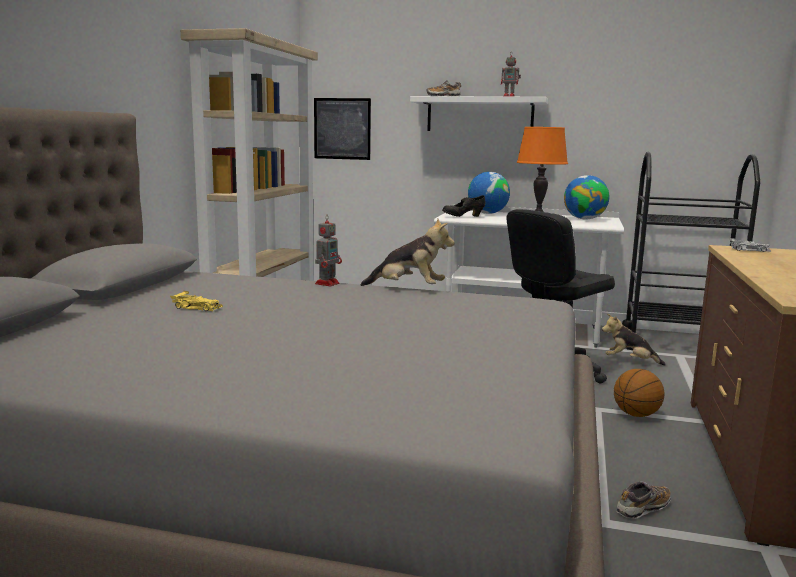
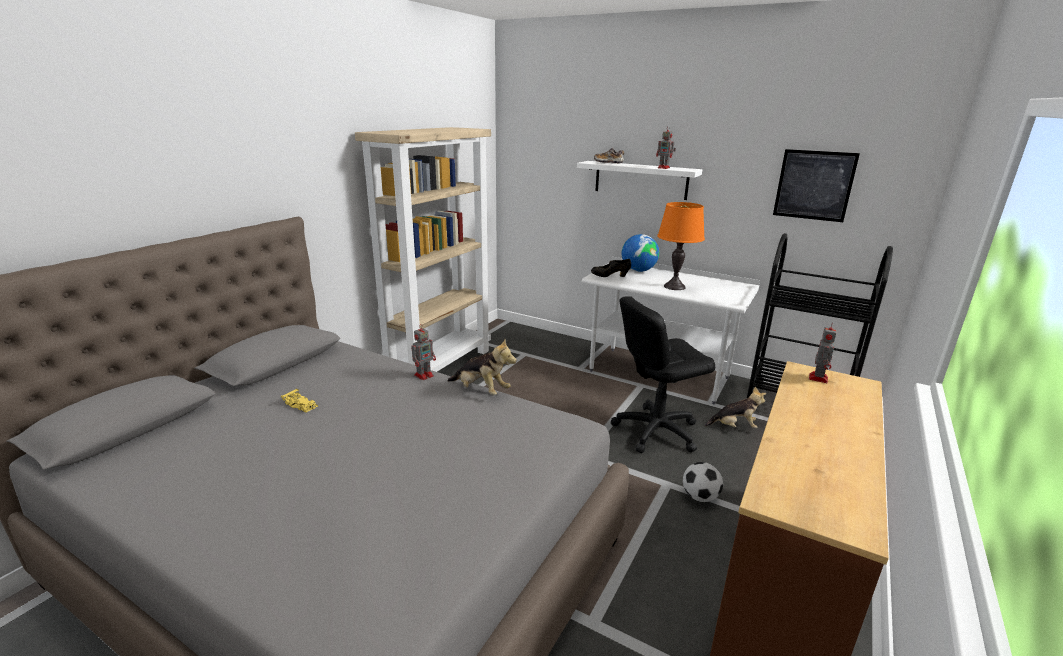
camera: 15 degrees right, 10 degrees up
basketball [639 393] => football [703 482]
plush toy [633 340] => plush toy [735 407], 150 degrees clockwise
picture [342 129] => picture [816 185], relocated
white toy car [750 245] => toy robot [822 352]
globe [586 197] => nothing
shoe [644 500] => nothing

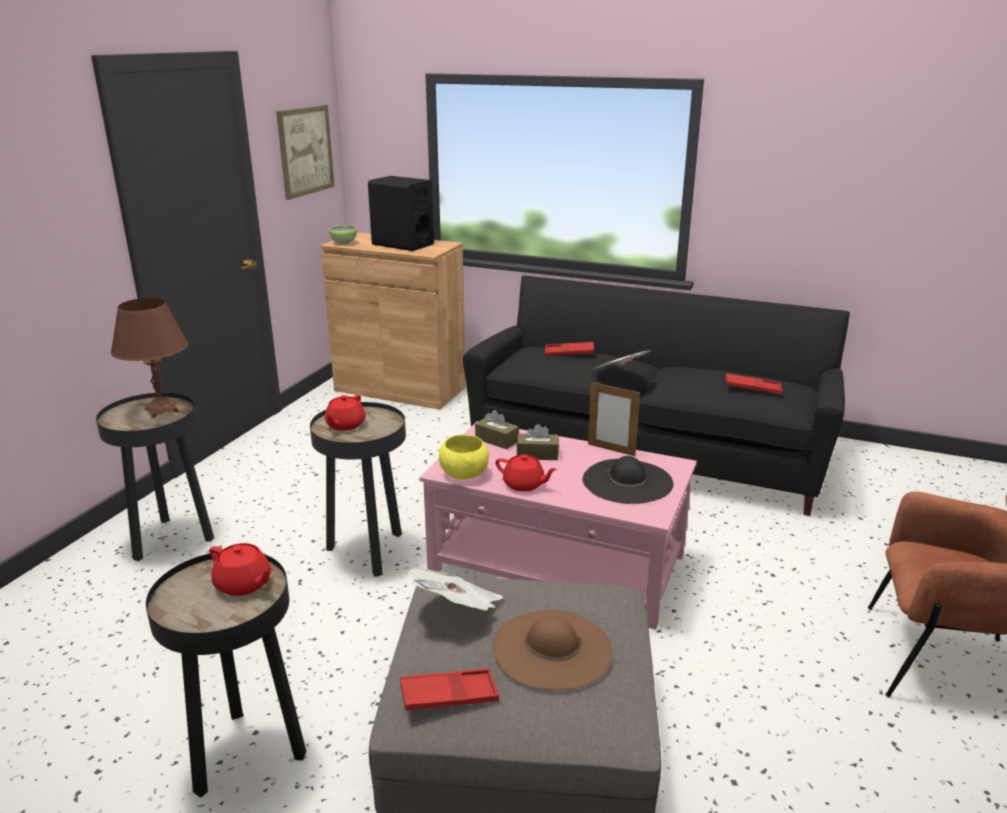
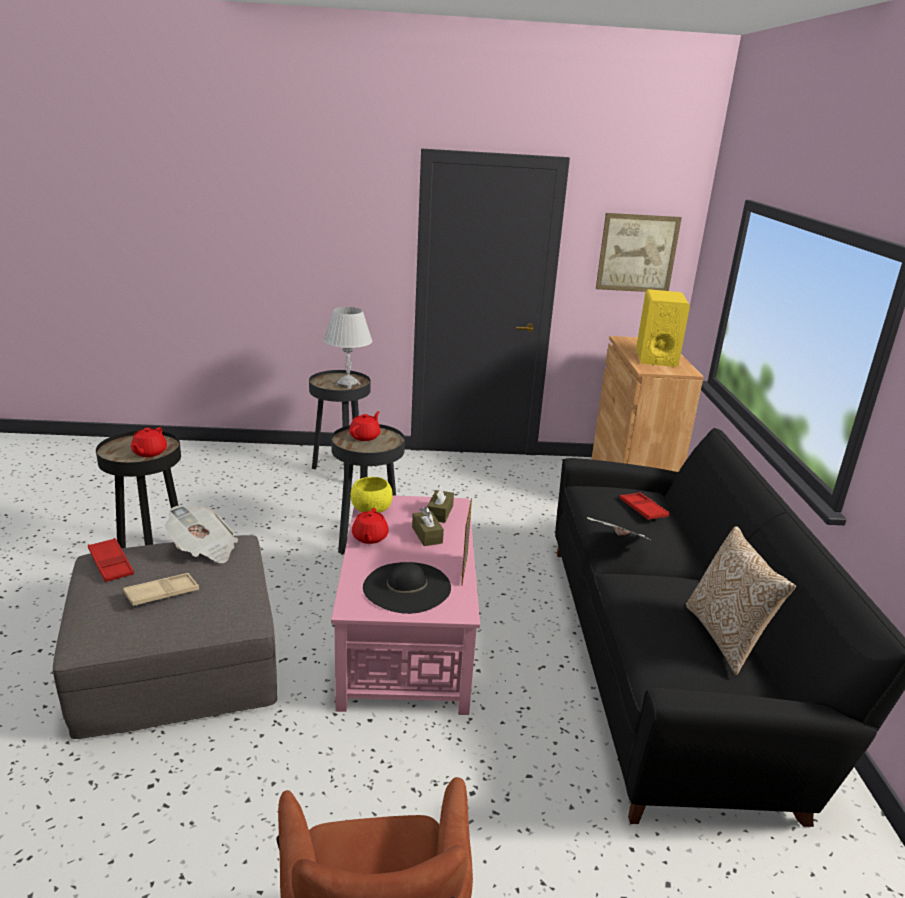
camera: 65 degrees right, 0 degrees up
brown hat [552 650] => beige tray [161 589]
brown table lamp [149 358] => white table lamp [348 348]
red teapot [345 412] => red teapot [364 426], 120 degrees clockwise
black speaker [401 213] => yellow speaker [663 328]
nothing => pillow [741 600]
green bowl [343 235] => nothing
red tray [754 383] => nothing

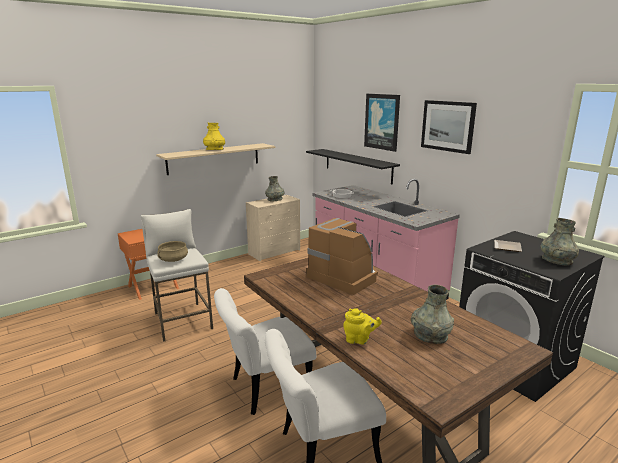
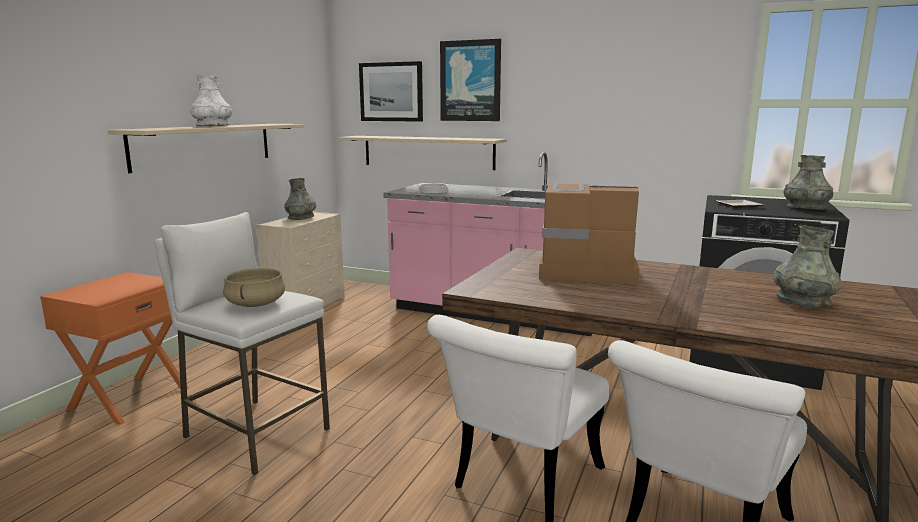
camera: 30 degrees left, 5 degrees down
yellow vase [214 136] => white vase [211 100]
black shelf [353 166] => beige shelf [422 153]
picture [449 127] => picture [391 91], relocated
yellow teapot [362 326] => nothing

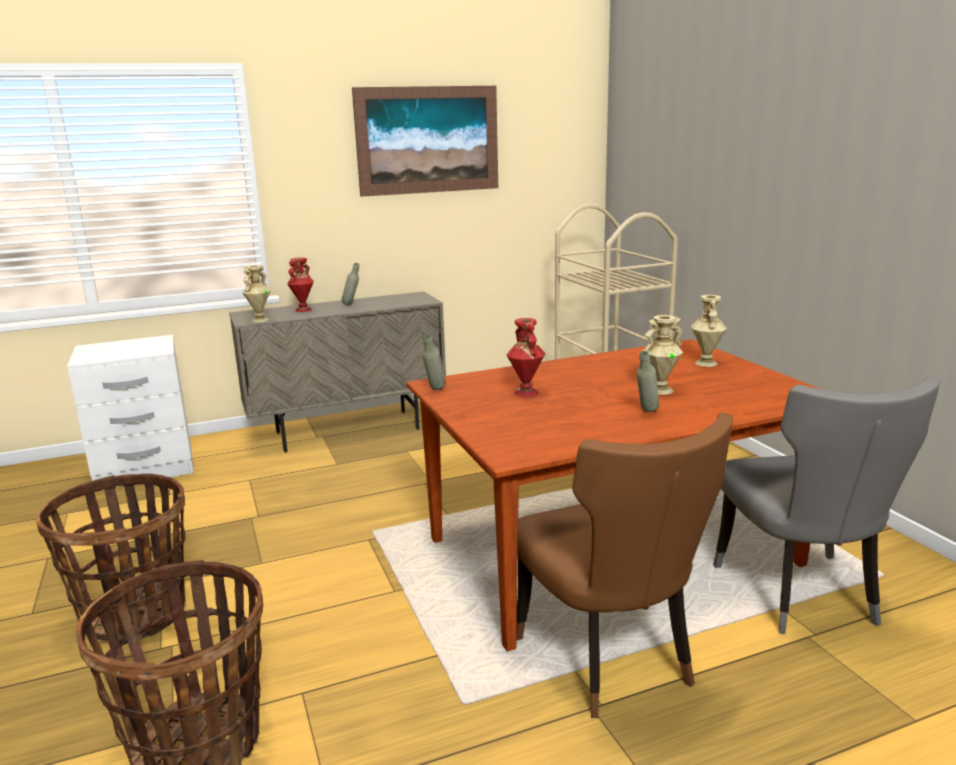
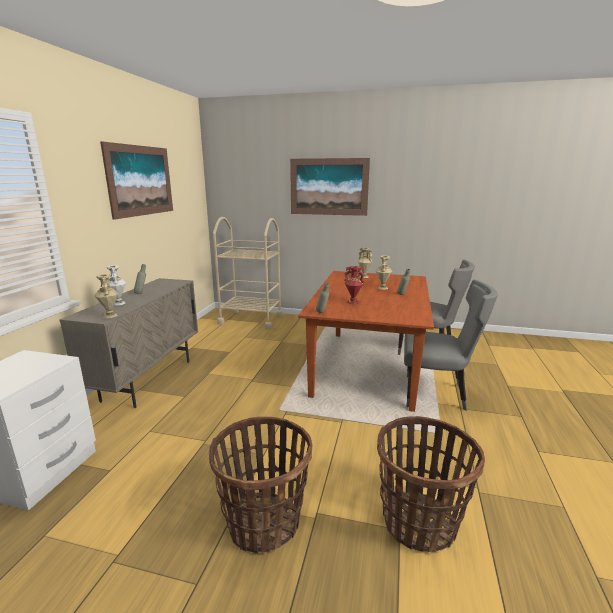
camera: 55 degrees left, 0 degrees up
red vase [300 284] => white vase [116 285]
nothing => picture [330 187]
brown chair [624 565] => grey chair [451 345]

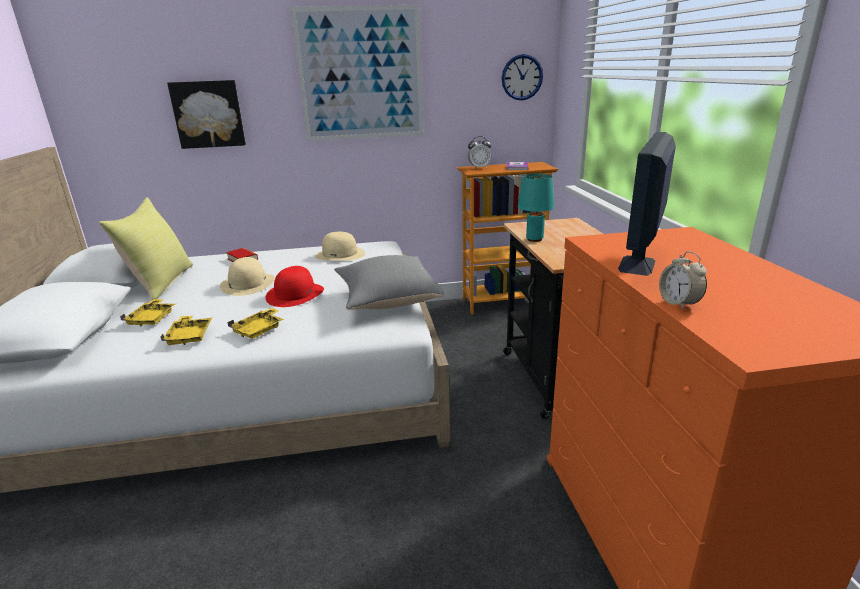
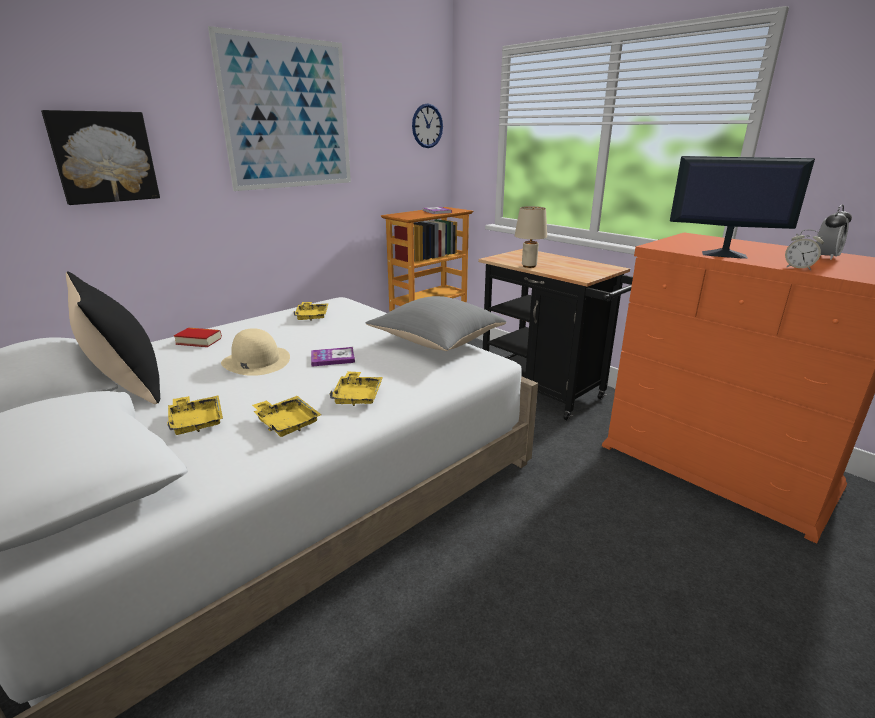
camera: 35 degrees left, 0 degrees up
yellow pillow [146 248] => black pillow [113 338]
beige hat [340 246] => yellow tray [311 311]
red hat [295 286] => book [333 357]
turquoise table lamp [536 207] => beige table lamp [531 237]
monitor [647 204] => monitor [742 207], 120 degrees clockwise
alarm clock [479 152] => alarm clock [834 232], relocated

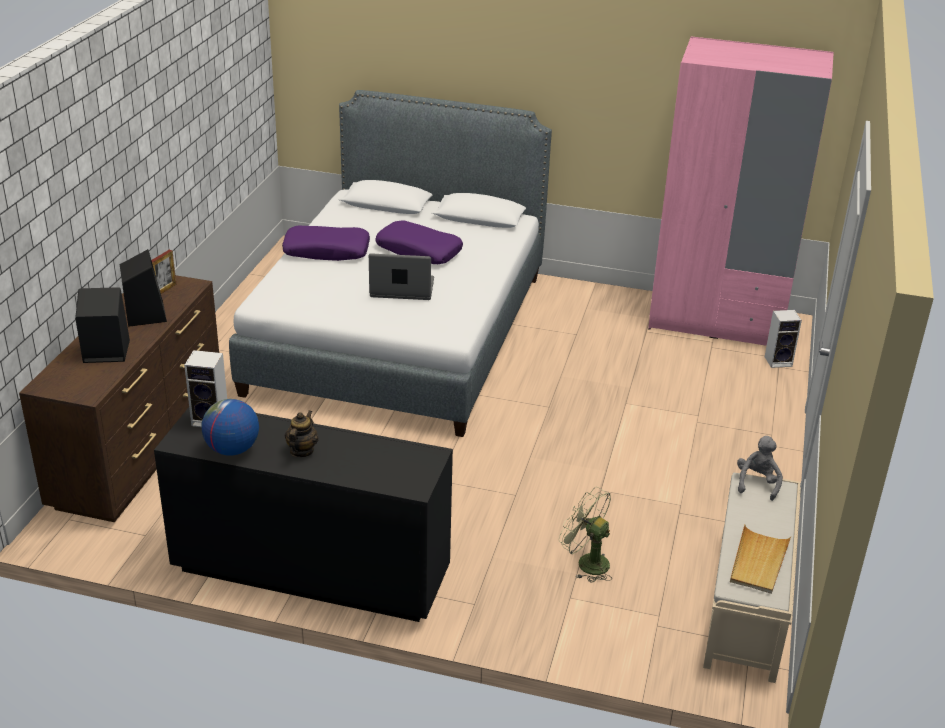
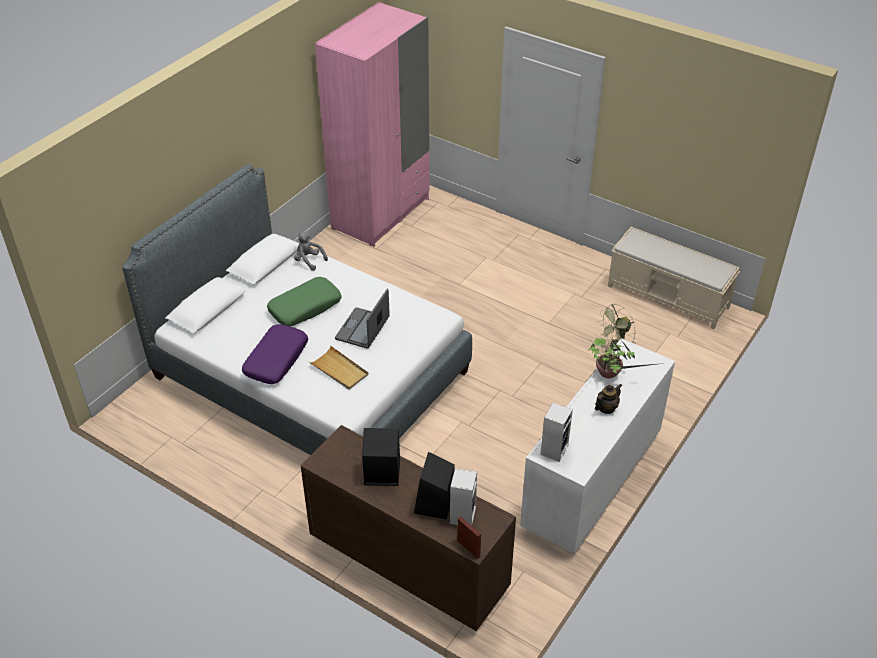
camera: 70 degrees left, 10 degrees up
purple pillow [419 242] => green pillow [304 301]
grey plush toy [760 468] => grey plush toy [311 251], relocated
beige tray [760 559] => beige tray [339 368], relocated
speaker [783 339] => speaker [463 497], relocated
picture frame [163 272] => picture frame [469 537], relocated
black dresser [303 514] => white dresser [597 446]
nothing => potted plant [625 358]
teapot [302 433] => teapot [608 399], 105 degrees clockwise
globe [230 427] => nothing

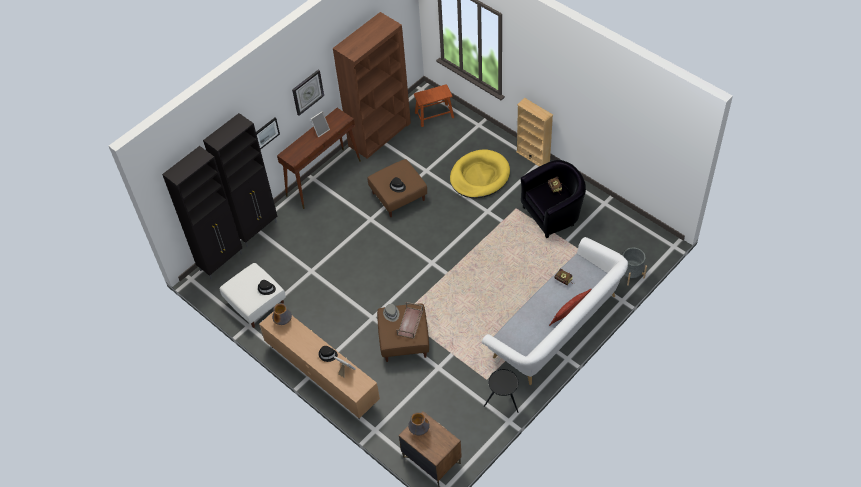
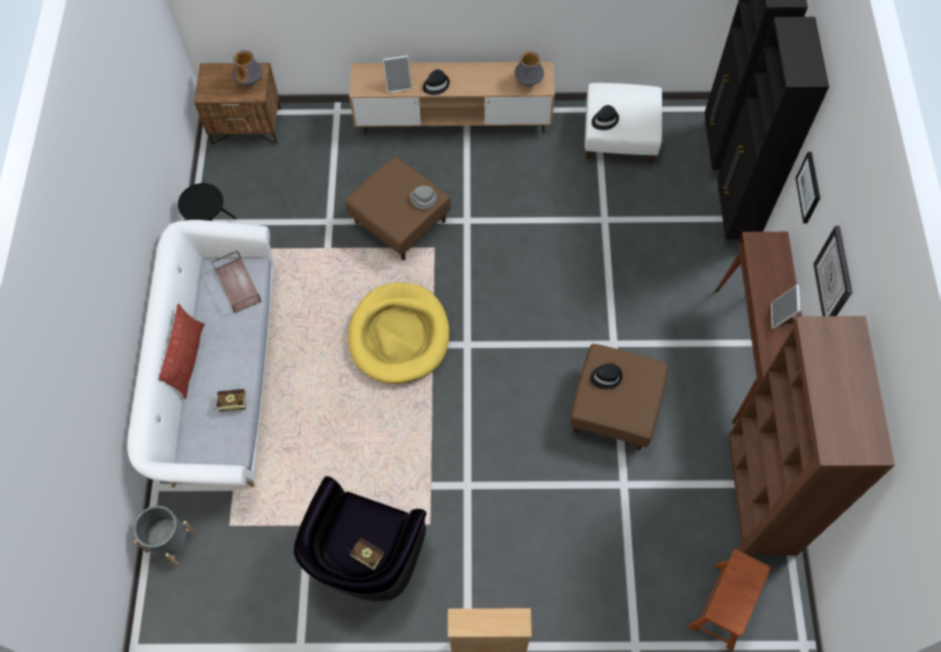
camera: 135 degrees right, 10 degrees up
brown tray [410 320] => brown tray [236 281], relocated
yellow dog bed [480 173] => yellow dog bed [398 333], relocated

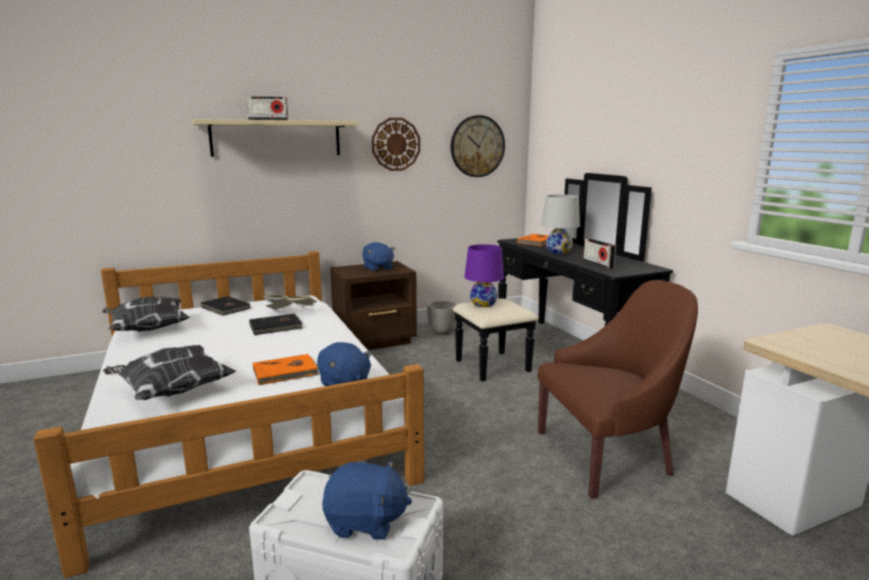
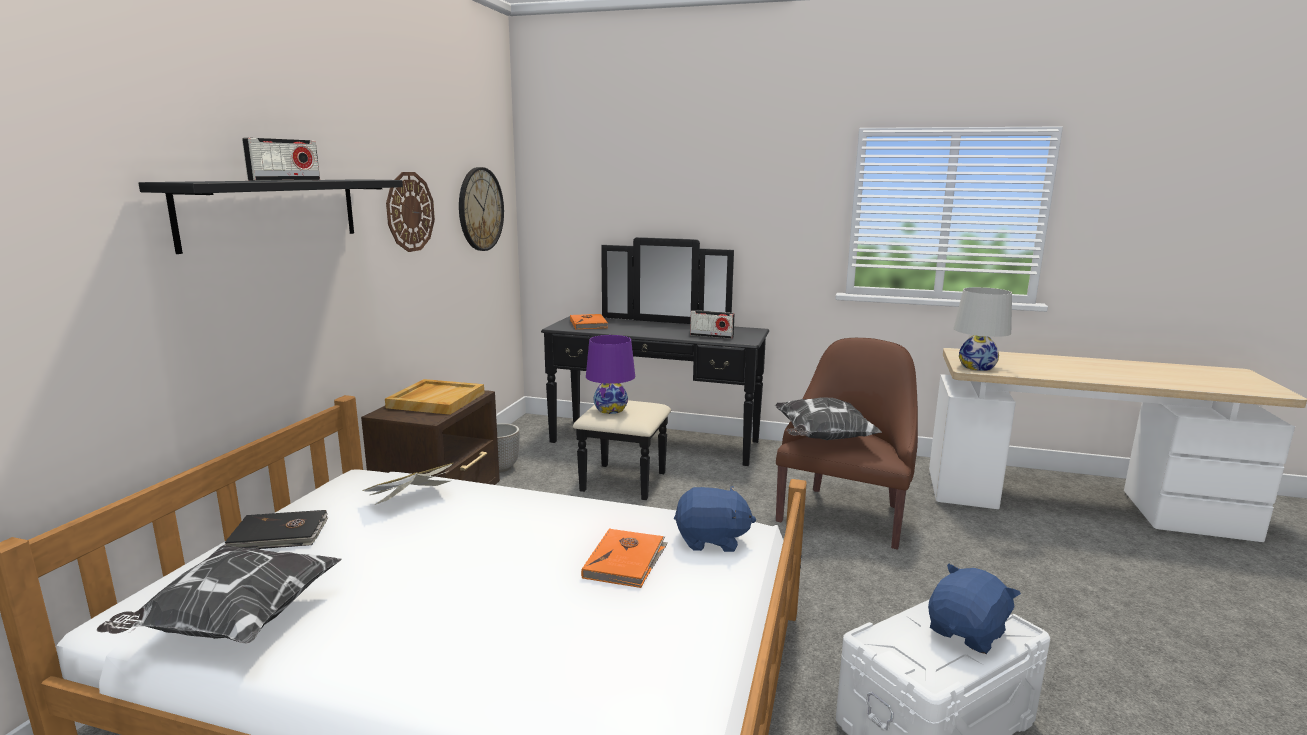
camera: 50 degrees left, 0 degrees up
beige shelf [276 138] => black shelf [271 216]
blue plush toy [378 257] => beige tray [434 397]
pillow [169 372] => pillow [828 418], relocated
white table lamp [560 224] => white table lamp [982 329], relocated
black book [276 324] => nothing

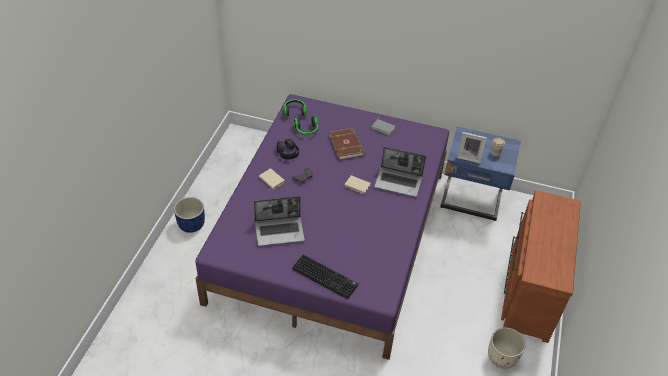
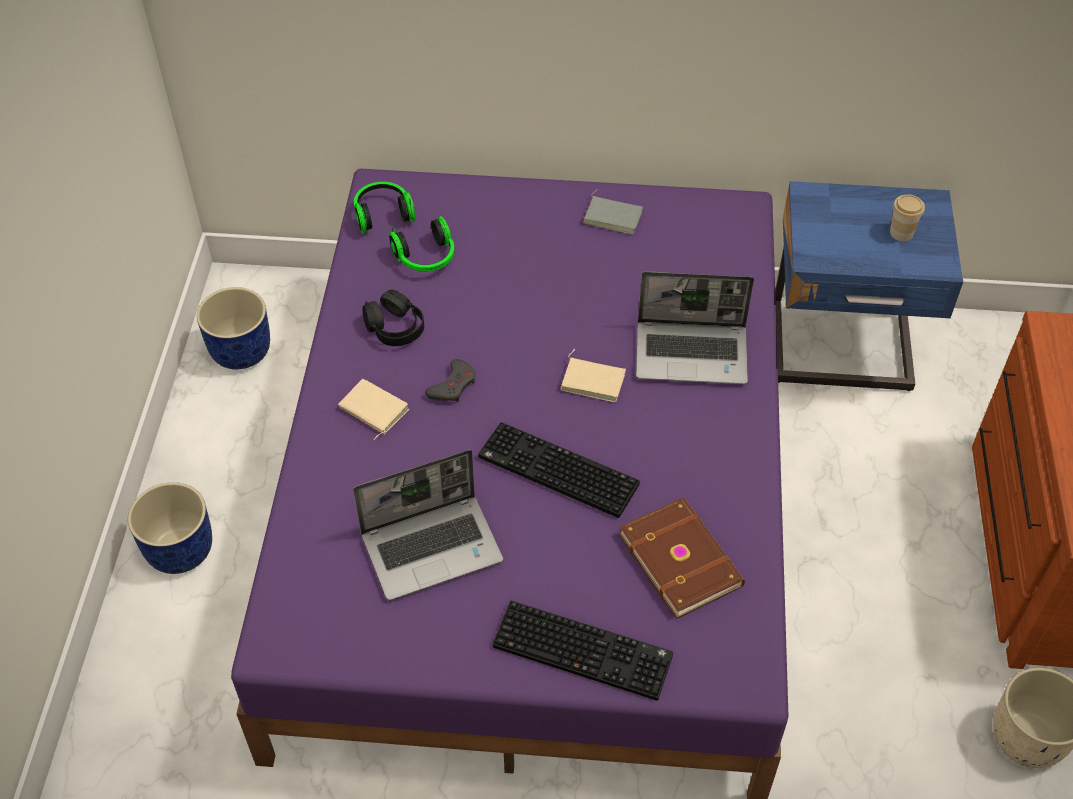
camera: 10 degrees left, 5 degrees up
nothing => blue planter [233 328]
nothing => keyboard [559 470]
brown book [347 144] => brown book [682 558], relocated
picture frame [471 147] => nothing

